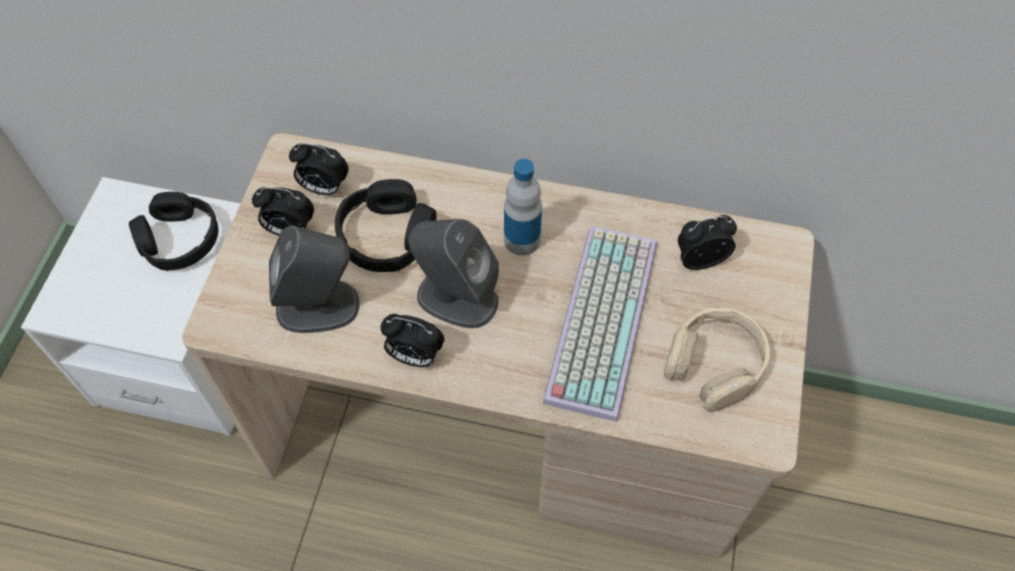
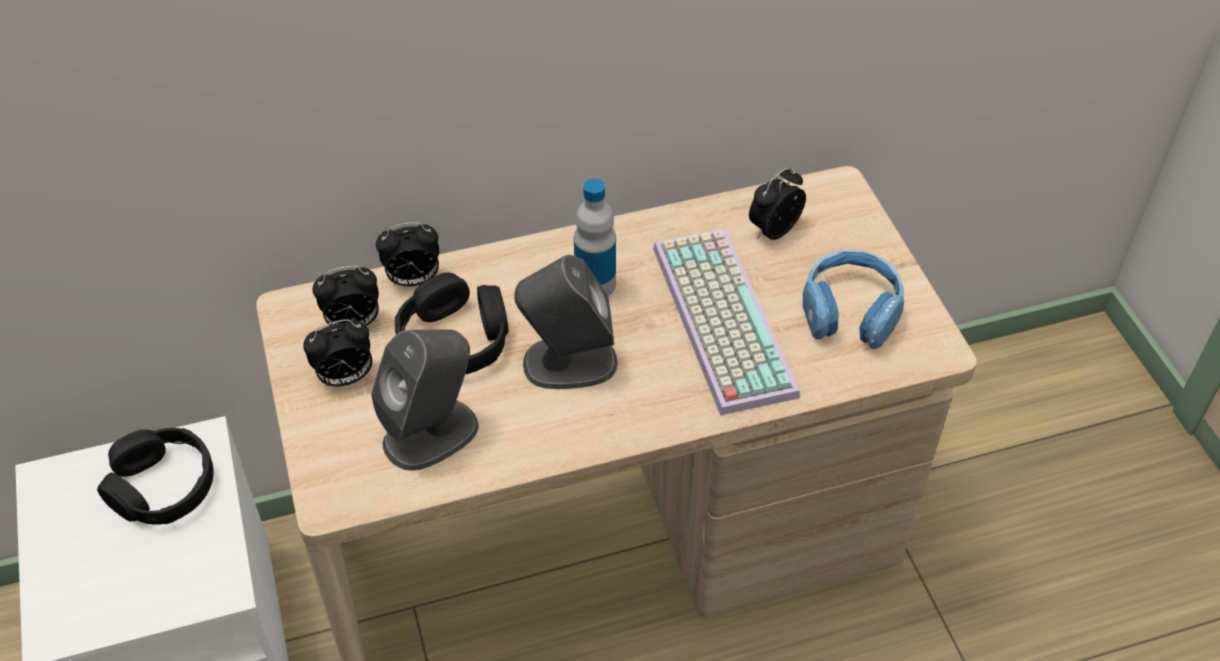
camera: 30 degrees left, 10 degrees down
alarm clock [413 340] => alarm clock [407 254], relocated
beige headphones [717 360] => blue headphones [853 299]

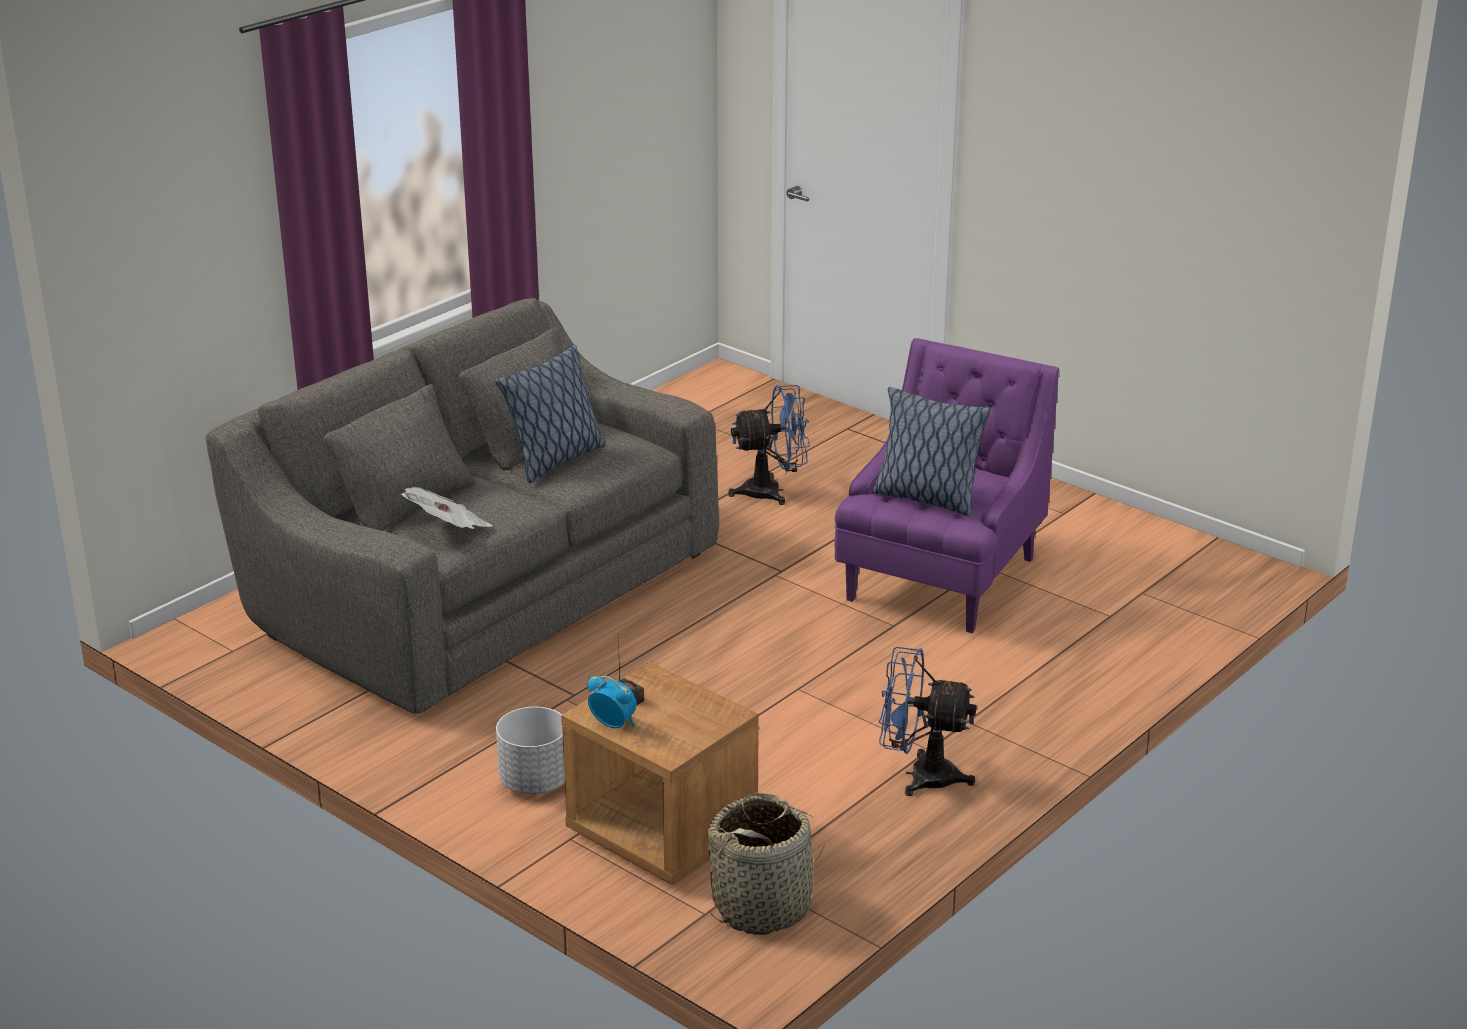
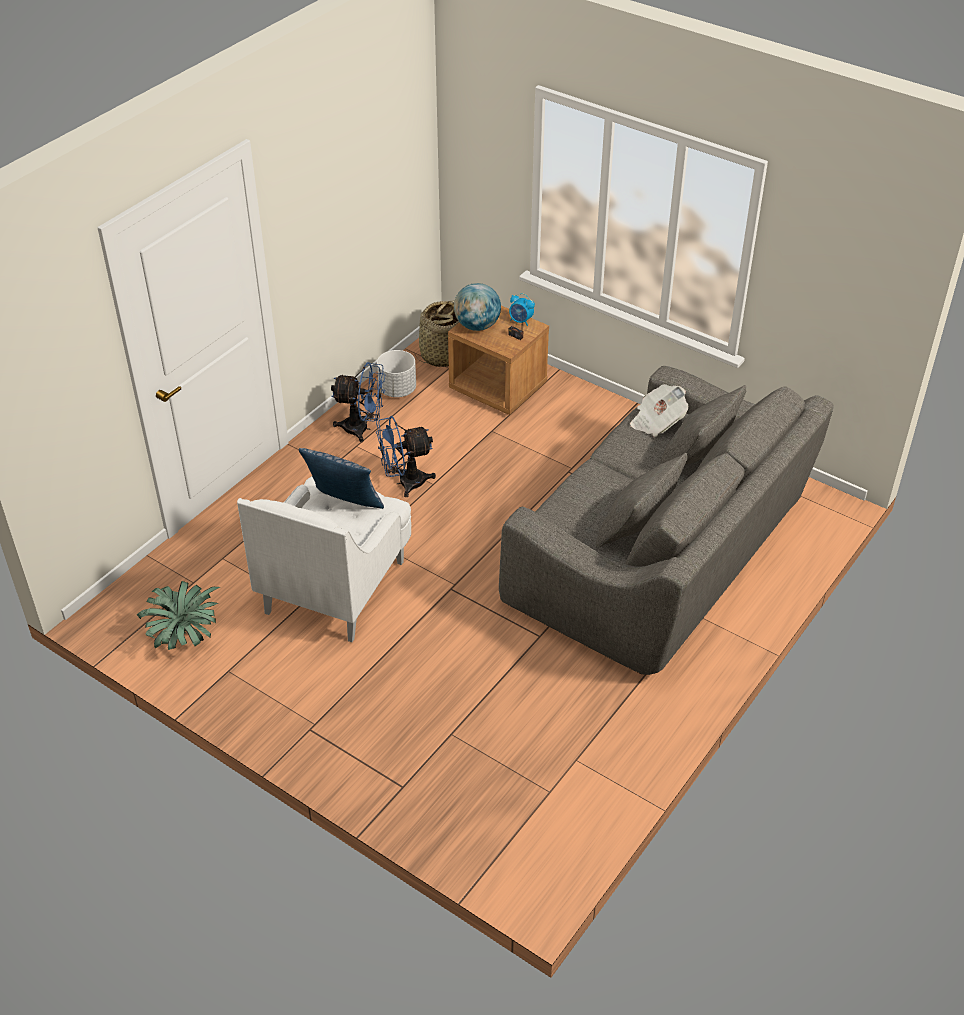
camera: 175 degrees right, 15 degrees up
nothing => potted plant [178 615]
purple armchair [947 485] => white armchair [324 559]
blue fan [769 445] => blue fan [406 456], relocated
white planter [530 750] => white planter [396 373], relocated
nothing => globe [477 307]
pillow [550 413] => nothing

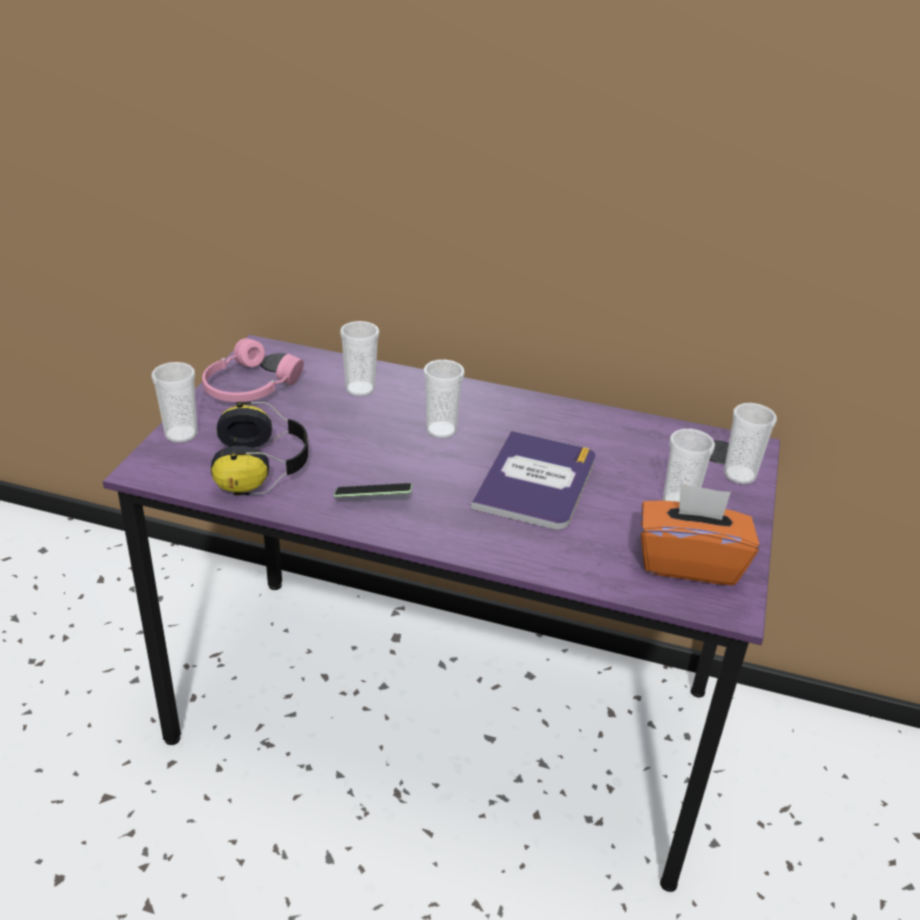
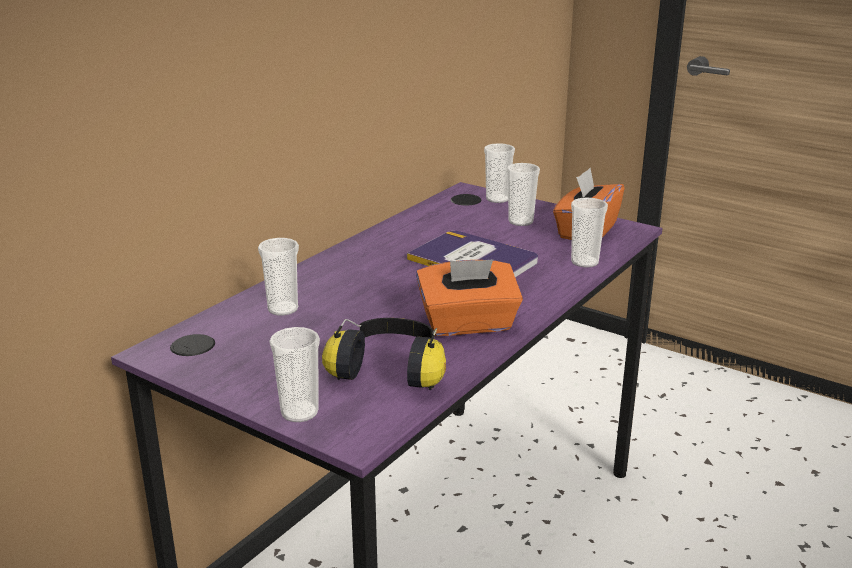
camera: 70 degrees left, 10 degrees down
phone [373 490] => orange tissue box [469 297]
cup [444 399] => cup [589 233], relocated
pink headphones [253 370] => nothing

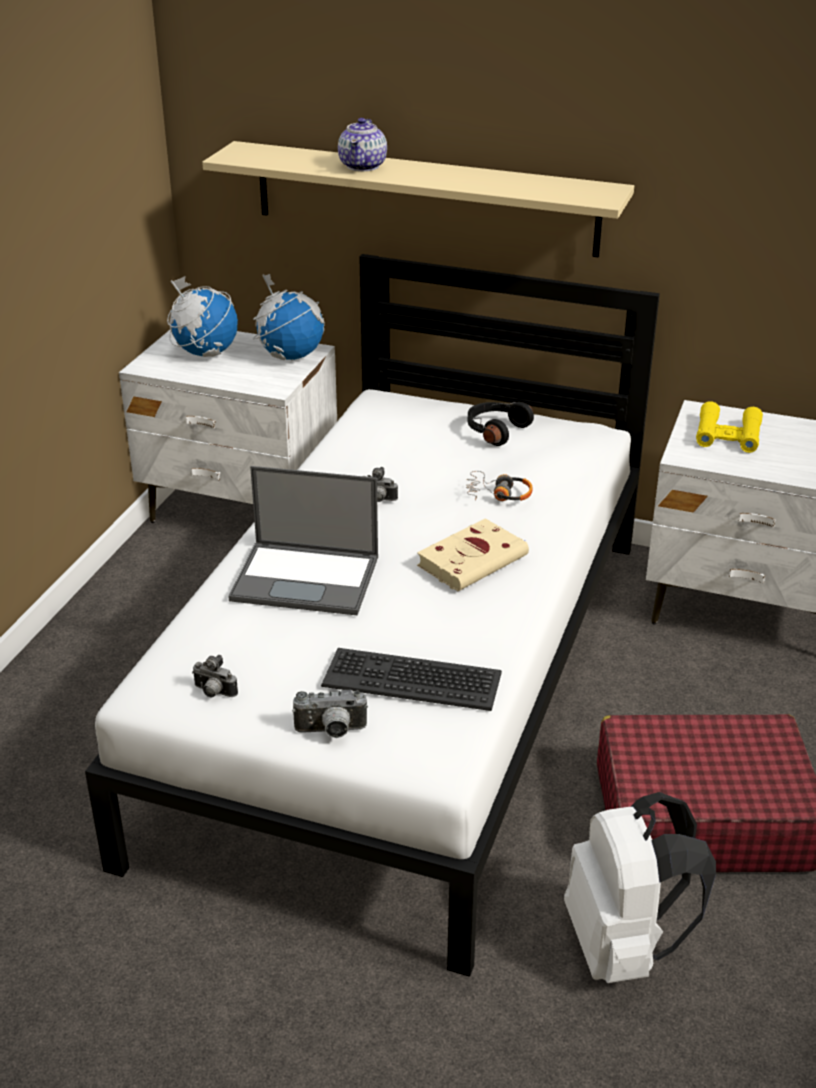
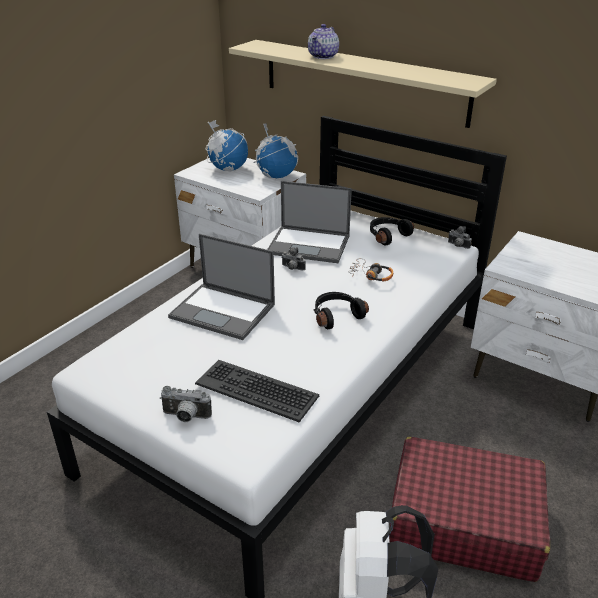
camera: 15 degrees right, 0 degrees up
nothing => laptop [309 222]
beige book [473 554] => black headphones [341 310]
photo camera [215 676] => photo camera [460 237], relocated
yellow binoculars [729 427] => nothing

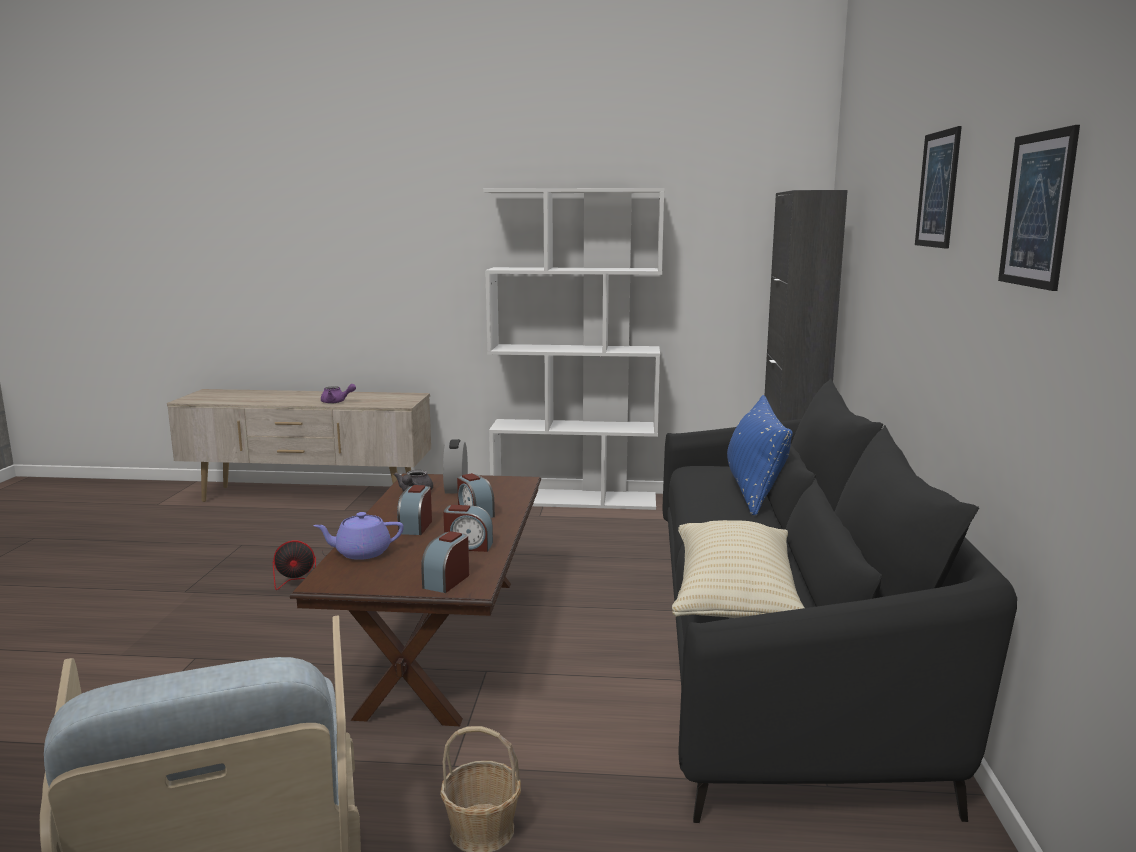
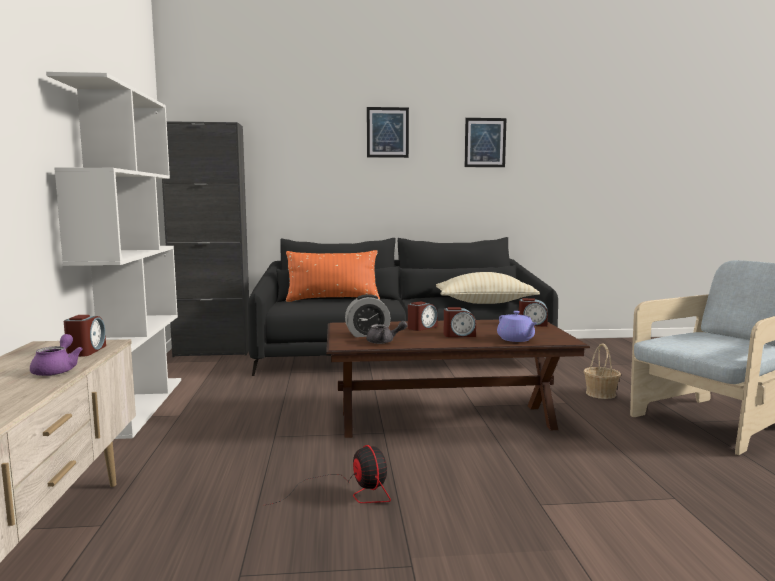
camera: 100 degrees left, 5 degrees down
alarm clock [468 528] => alarm clock [85 336], relocated
blue pillow [760 455] => orange pillow [333 276]

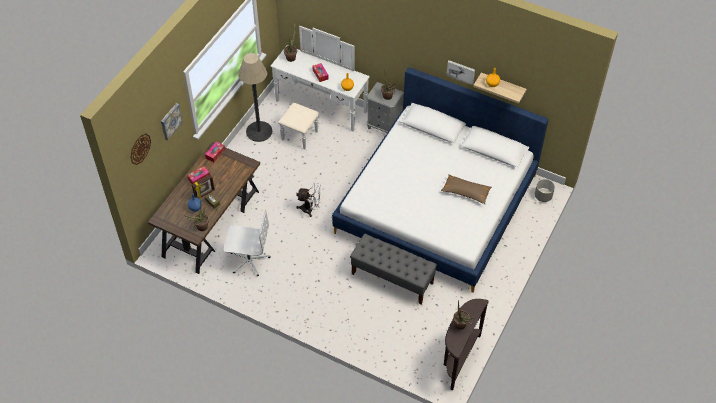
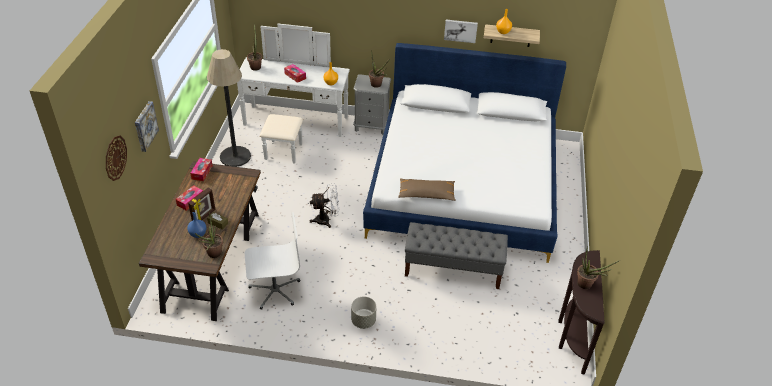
camera: 20 degrees left, 10 degrees down
grey planter [545 190] => grey planter [364 312], relocated
brown pillow [466 189] => brown pillow [427 189], relocated

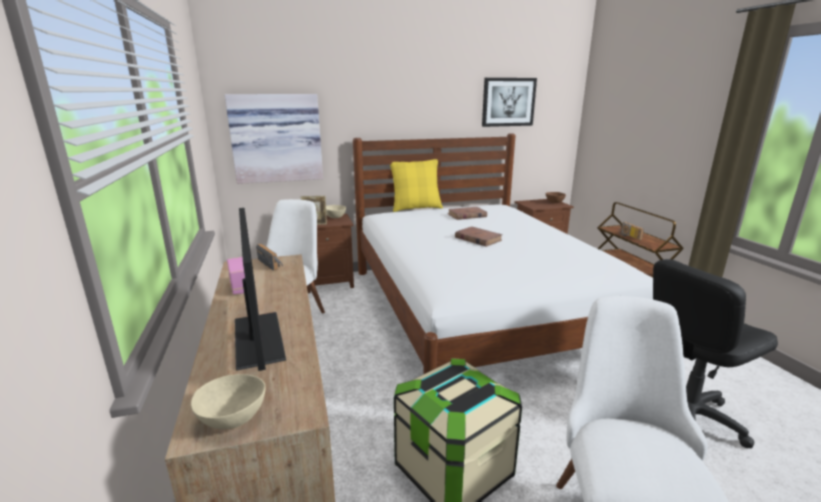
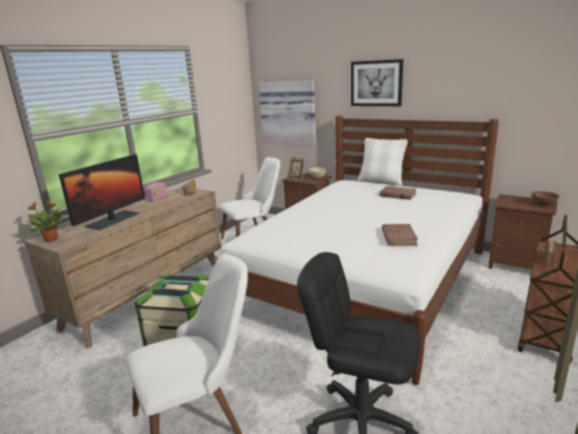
camera: 50 degrees right, 0 degrees up
beige bowl [228 401] => potted plant [45 221]
picture [509 102] => picture [377 82], relocated
yellow pillow [416 185] => white pillow [382 162]
brown book [479 237] => brown book [400 235], relocated

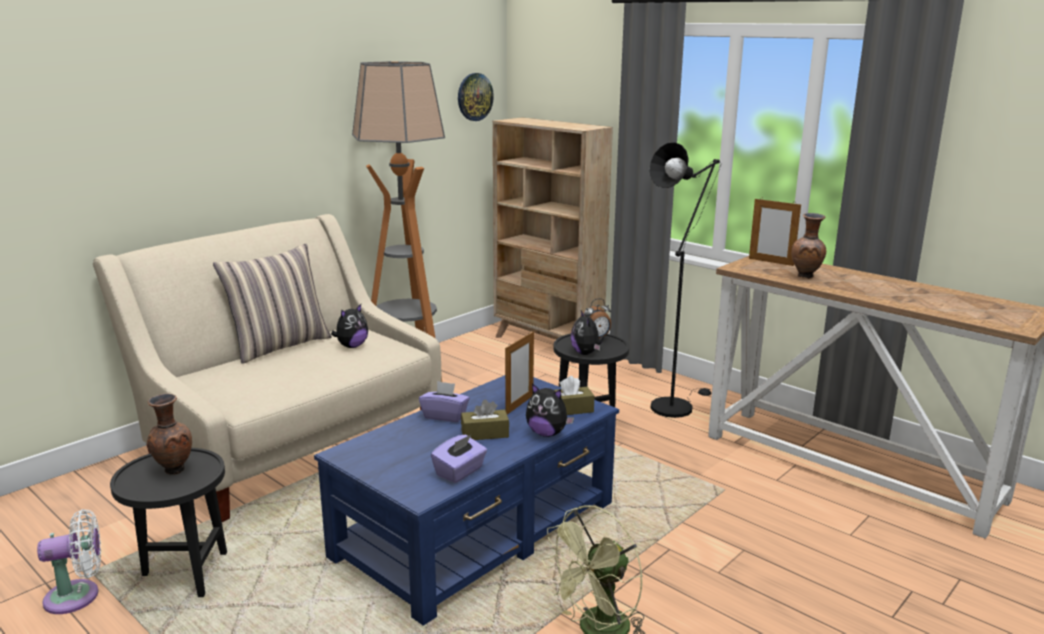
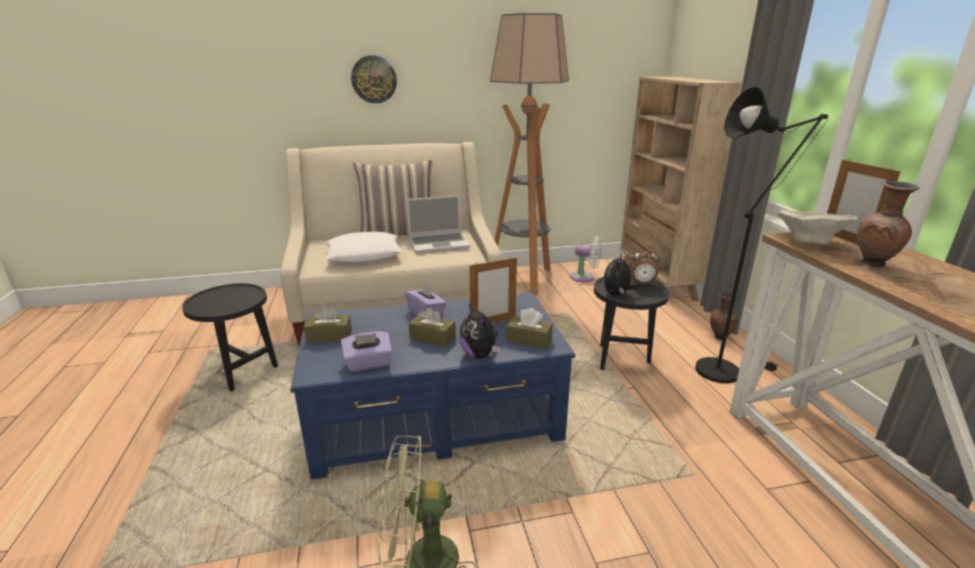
camera: 35 degrees right, 5 degrees up
nothing => brown tissue box [328 324]
nothing => white pillow [363 247]
wall clock [476 97] => wall clock [374 79], relocated
plush toy [349 326] => laptop [438 224]
white fan [69 561] => white fan [585 259], relocated
brown vase [169 434] => brown vase [724 316], relocated
nothing => beige bowl [817 227]

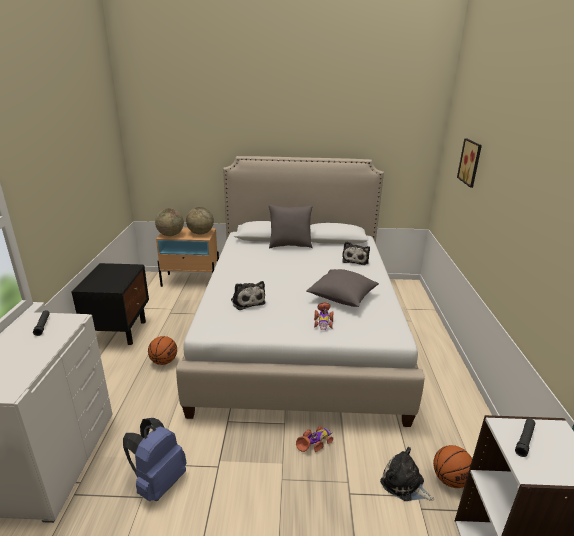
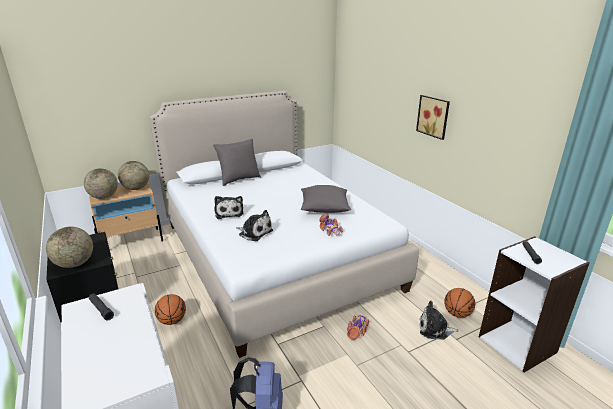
camera: 30 degrees left, 0 degrees up
nothing => globe [69 247]
plush toy [356 253] => plush toy [229 207], relocated
picture [469 163] => picture [433 117], relocated

